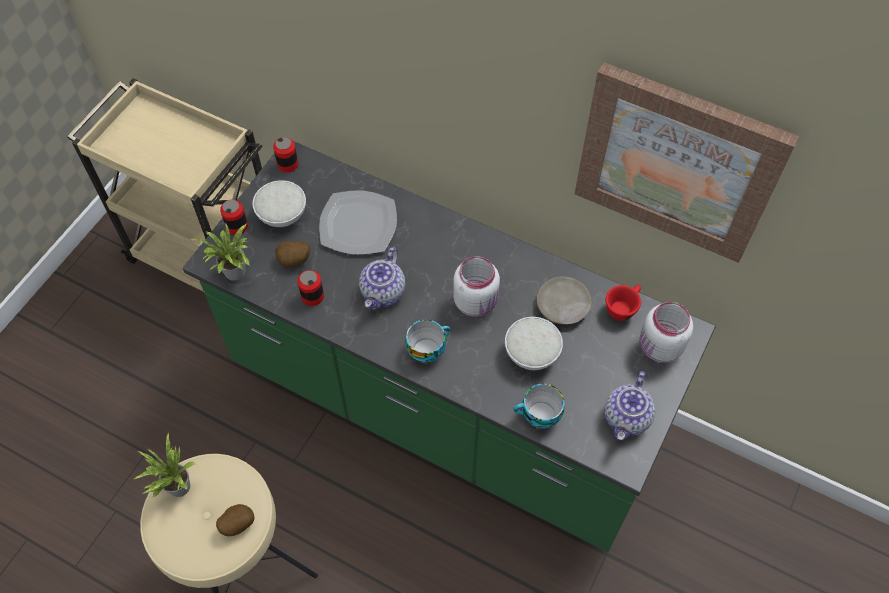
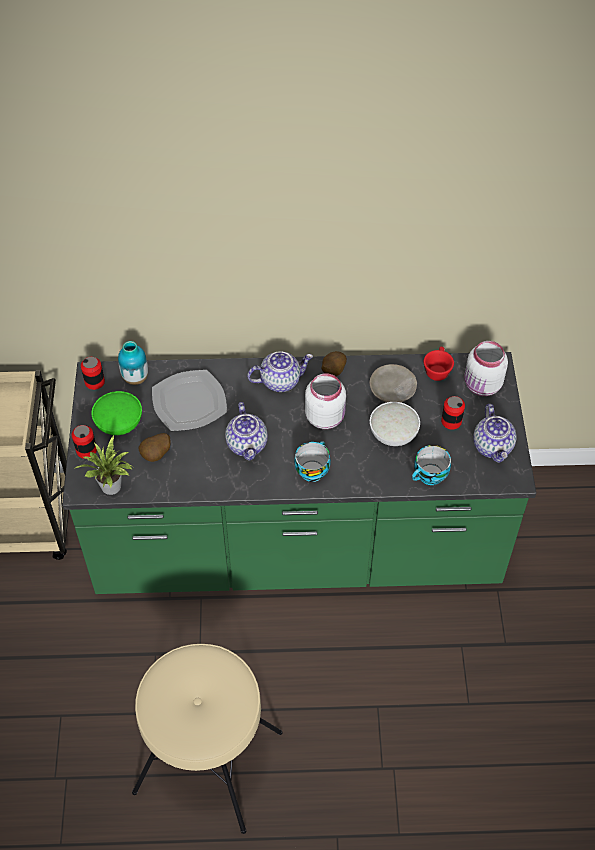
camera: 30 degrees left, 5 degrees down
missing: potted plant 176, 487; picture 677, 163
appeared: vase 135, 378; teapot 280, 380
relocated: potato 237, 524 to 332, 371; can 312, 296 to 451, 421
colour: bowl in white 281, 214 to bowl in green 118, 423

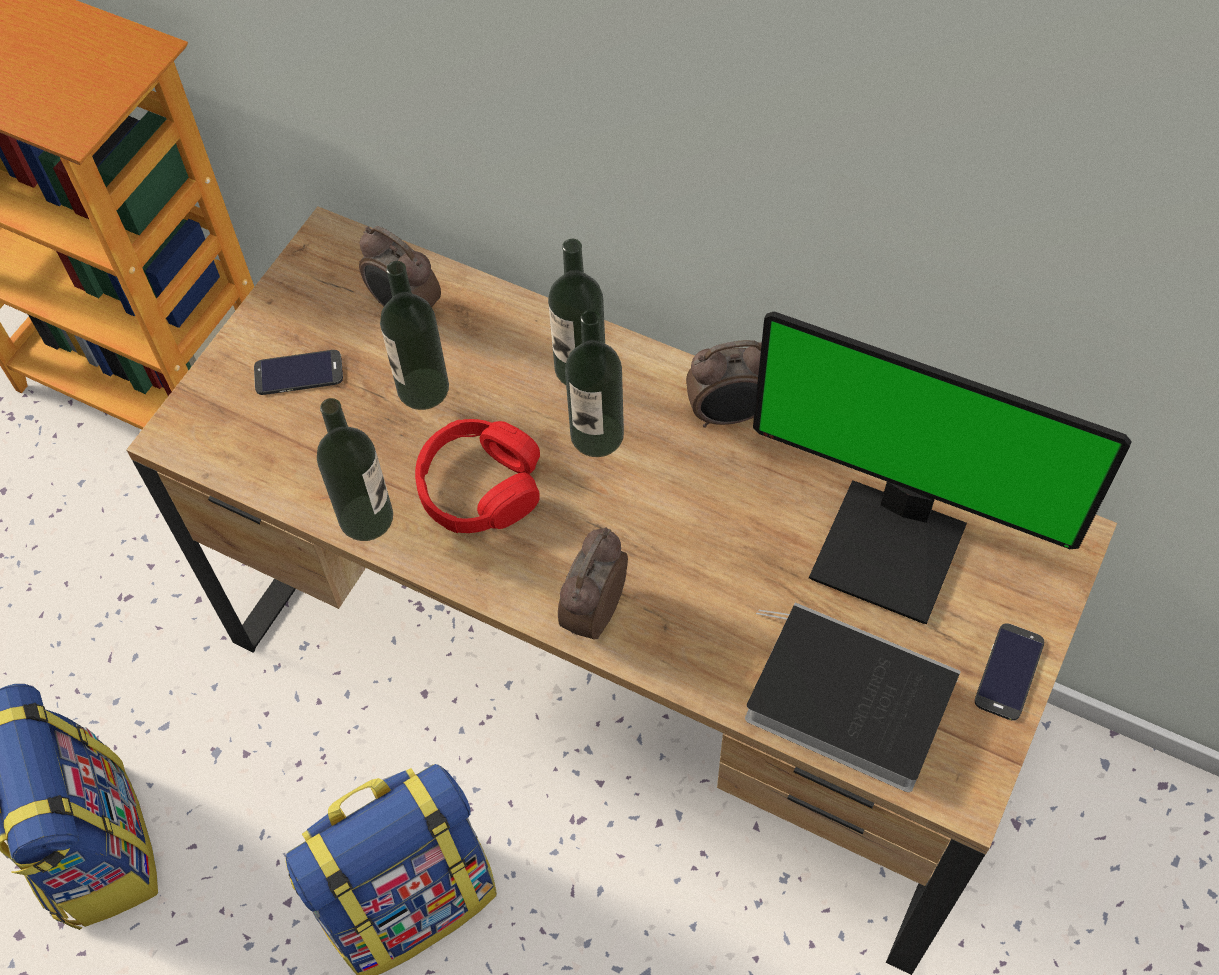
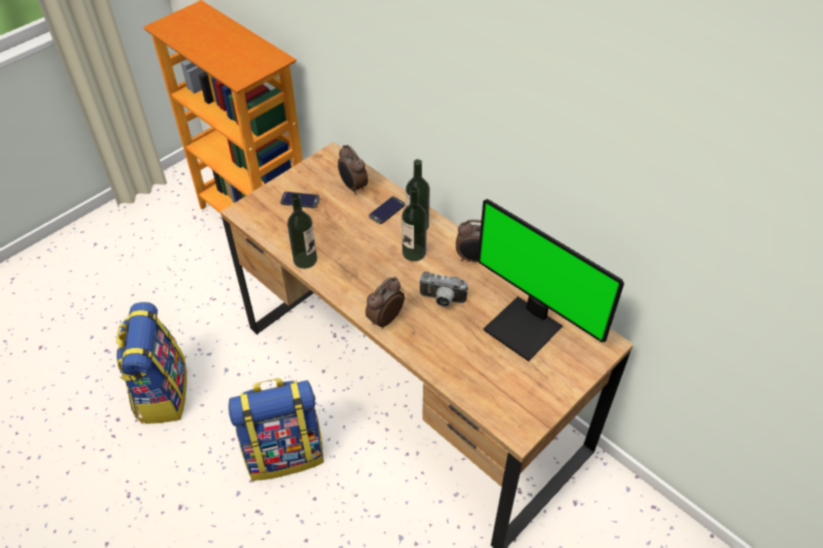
camera: 15 degrees right, 10 degrees down
missing: bottle 423, 389; headphones in red 480, 487; book 843, 700
appeared: photo camera 441, 300
relocated: phone 1009, 672 to 387, 210

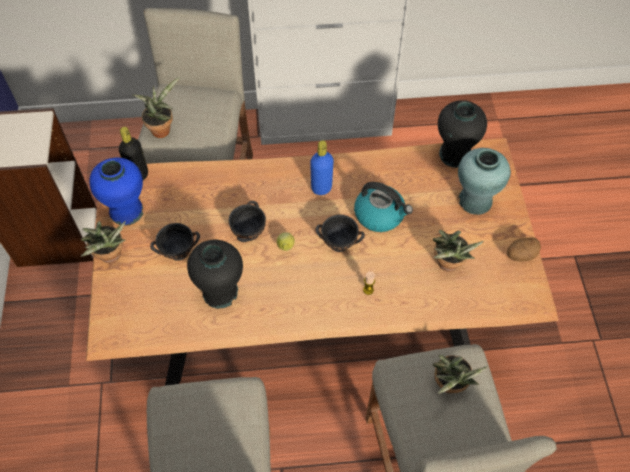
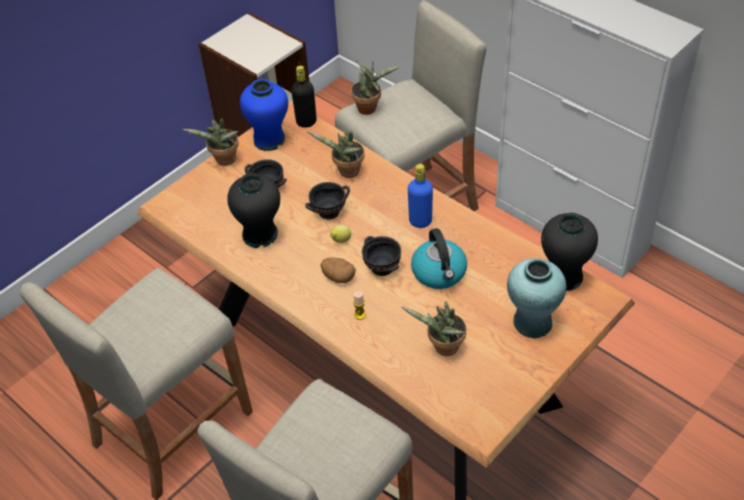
camera: 50 degrees right, 10 degrees down
relocated: potted plant 449, 387 to 346, 173; potato 520, 255 to 338, 277

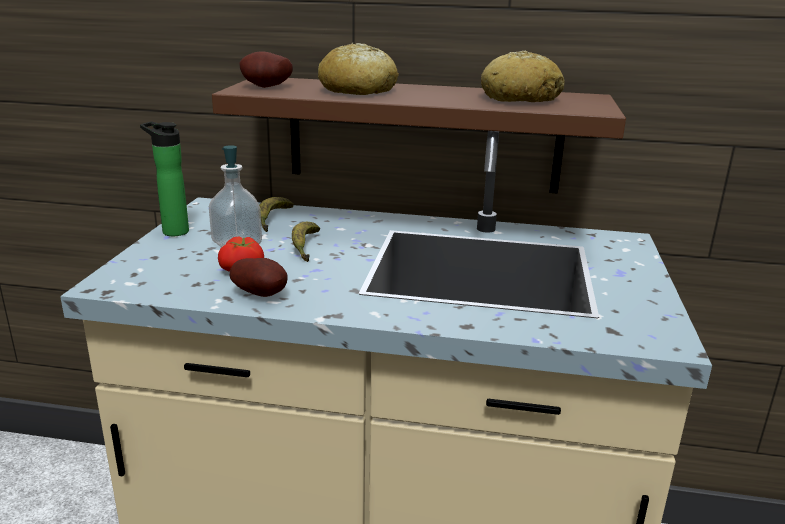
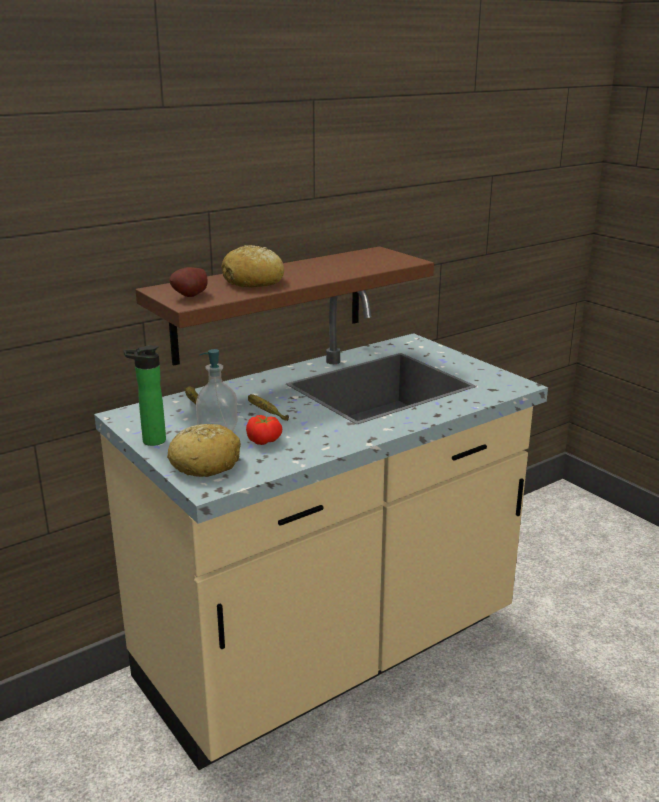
camera: 45 degrees left, 0 degrees up
missing: potato 262, 295
relocated: bread 520, 98 to 205, 464

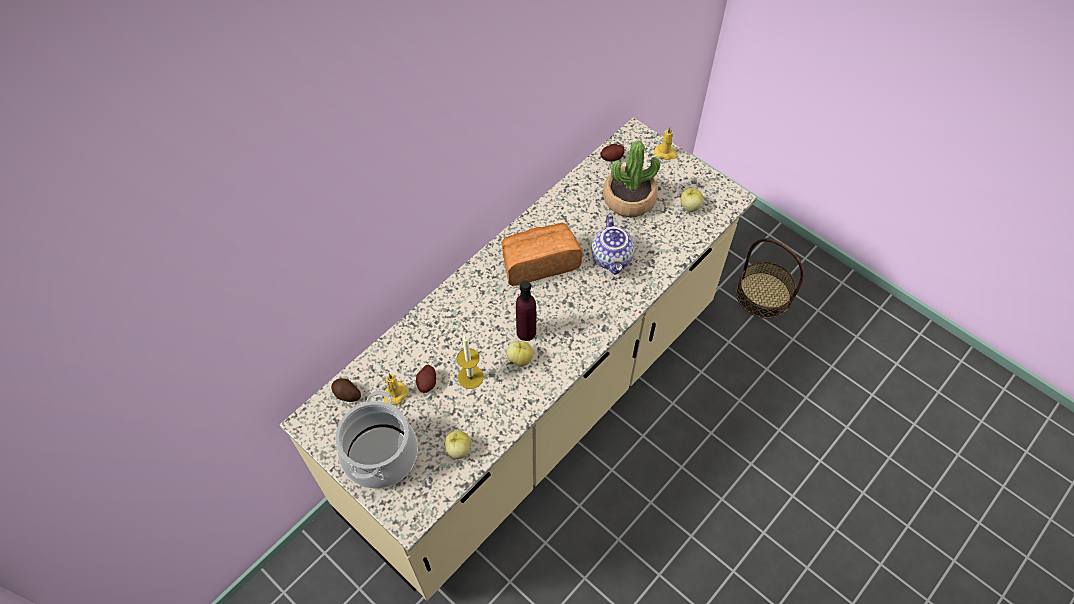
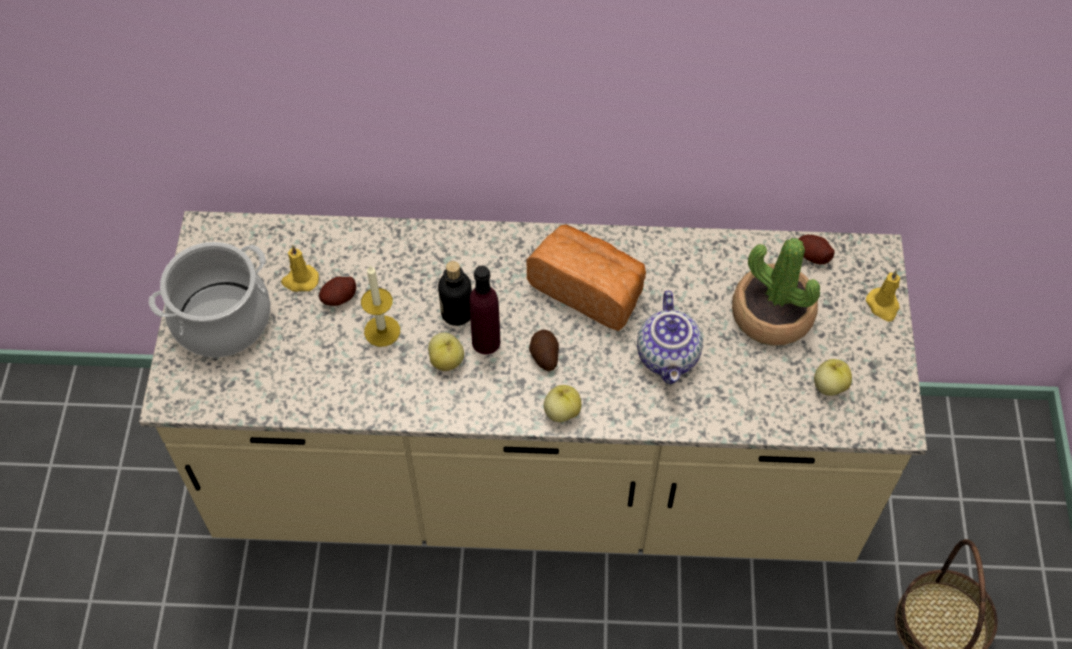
camera: 50 degrees right, 0 degrees up
appeared: bottle 457, 313
relocated: potato 346, 394 to 544, 355; apple 458, 449 to 561, 411
spun: teapot 613, 258 = 669, 357 45 degrees counterclockwise

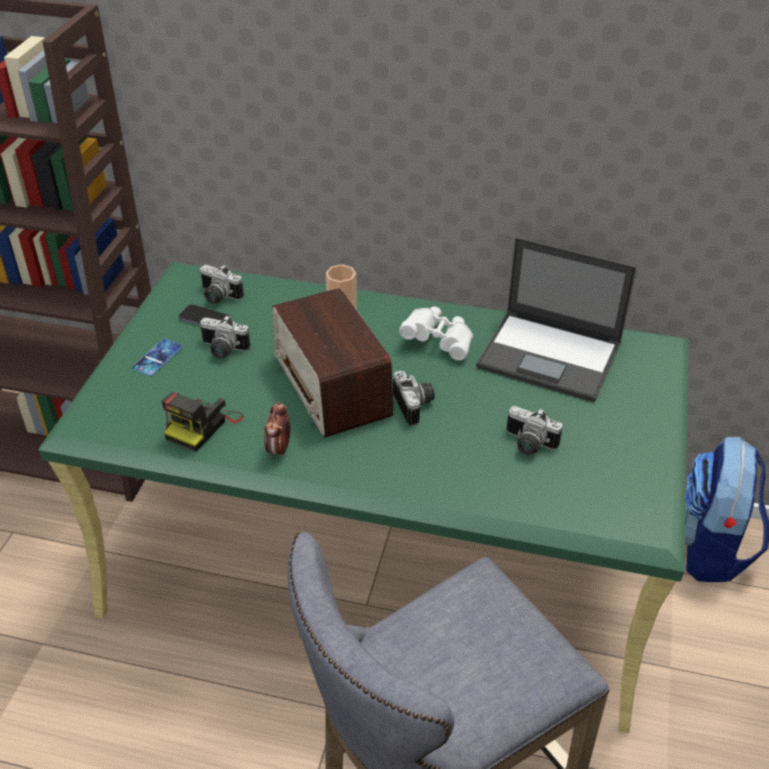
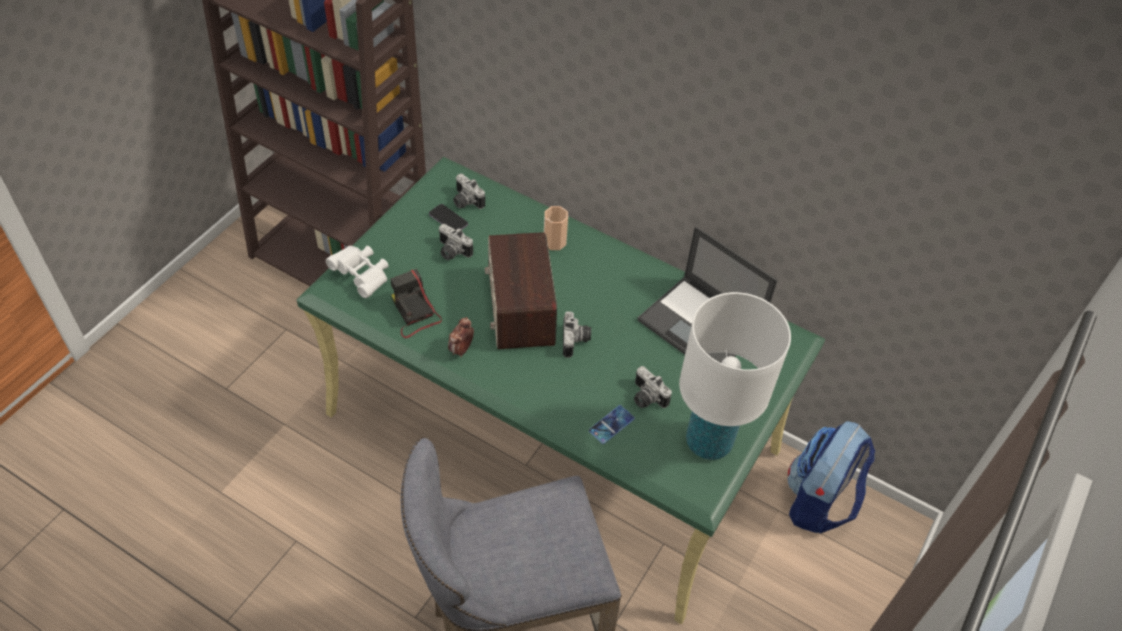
camera: 15 degrees right, 10 degrees up
appeared: table lamp in white 708, 442
relocated: phone 158, 357 to 611, 424; binoculars in white 439, 342 to 362, 276
spun: photo camera 203, 425 = 414, 314 105 degrees clockwise

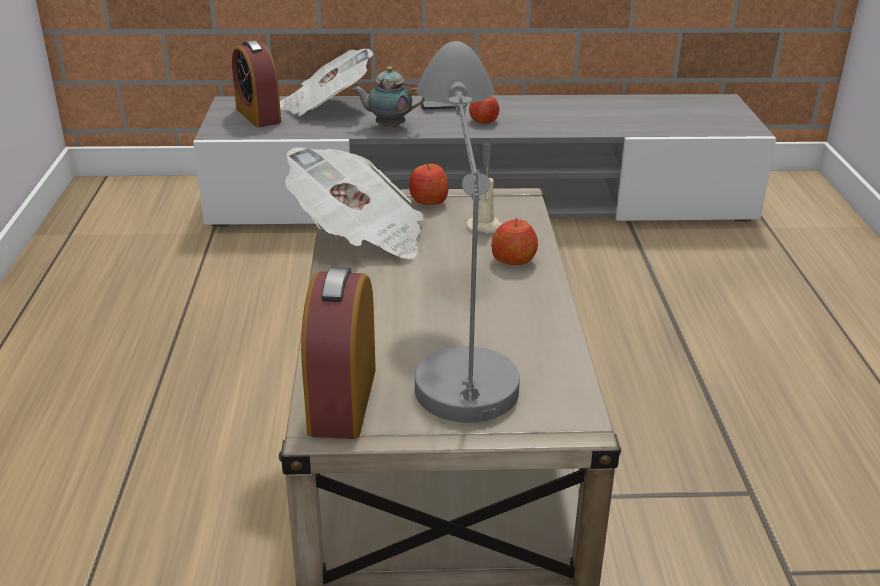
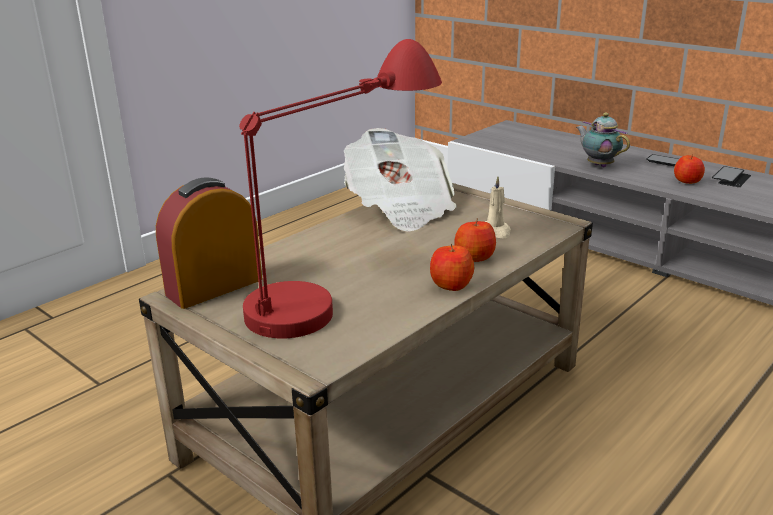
camera: 45 degrees right, 5 degrees down
missing: alarm clock 258, 115; newspaper 325, 106
appeared: phone 731, 178
relocated: apple 428, 201 to 451, 285
colour: table lamp in grey 459, 338 to table lamp in red 343, 285

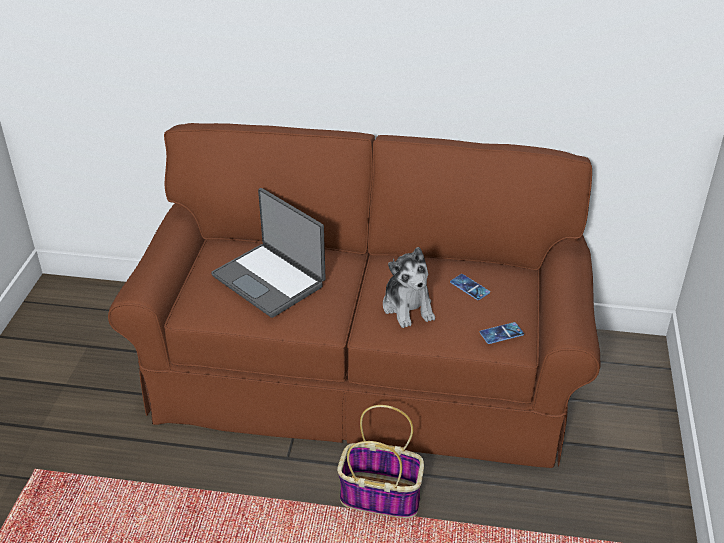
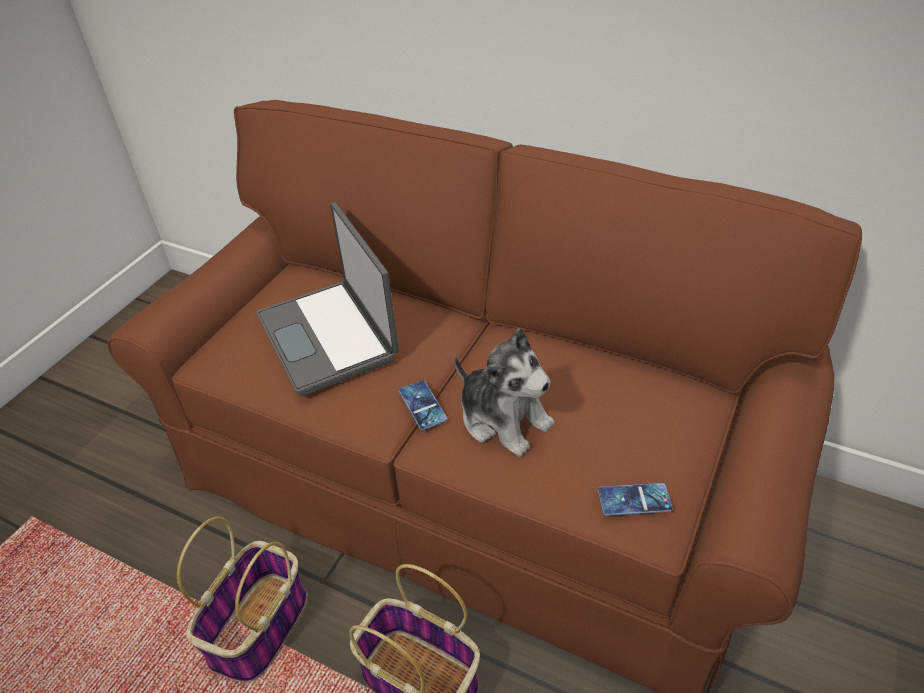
camera: 20 degrees right, 5 degrees up
appeared: basket 259, 629
relocated: phone 469, 287 to 422, 405
spun: plush toy 408, 307 = 504, 419 45 degrees counterclockwise

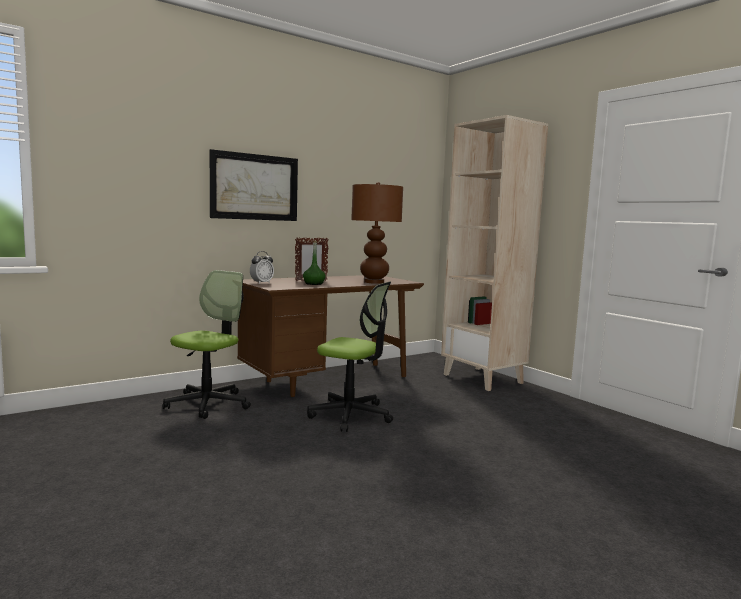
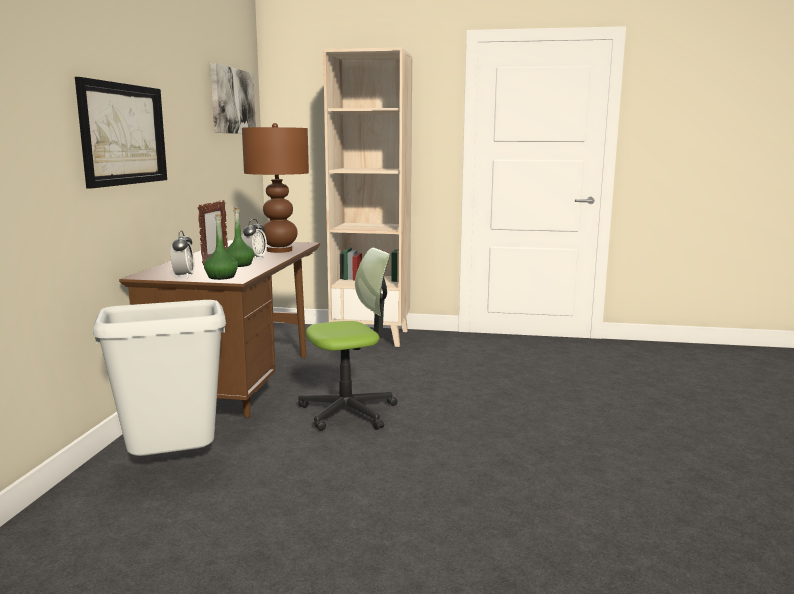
camera: 45 degrees left, 5 degrees up
appeared: bottle in green 221, 277; picture 232, 101; alarm clock 254, 258
exchanged: office chair 208, 404 to trash can in grey 174, 464

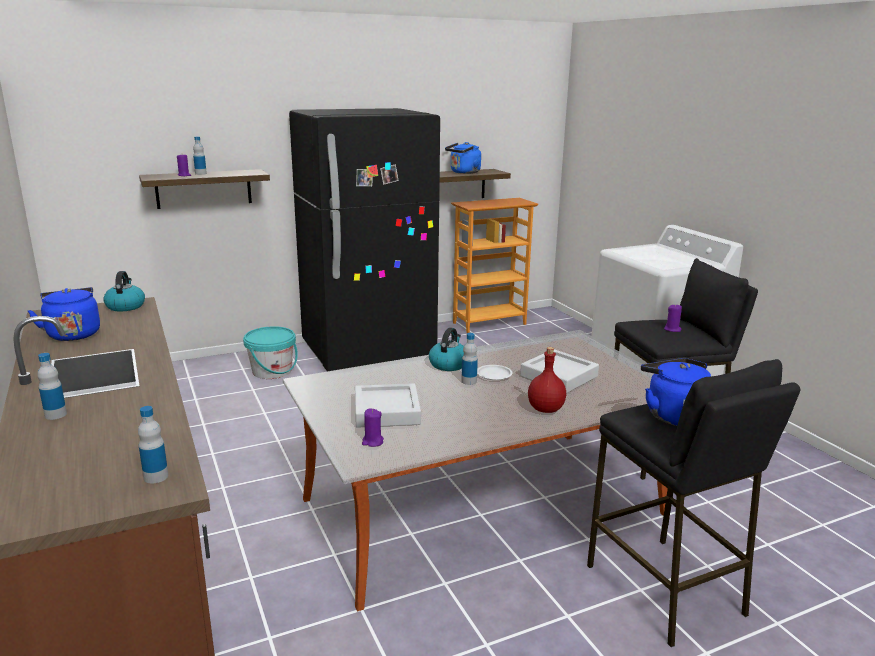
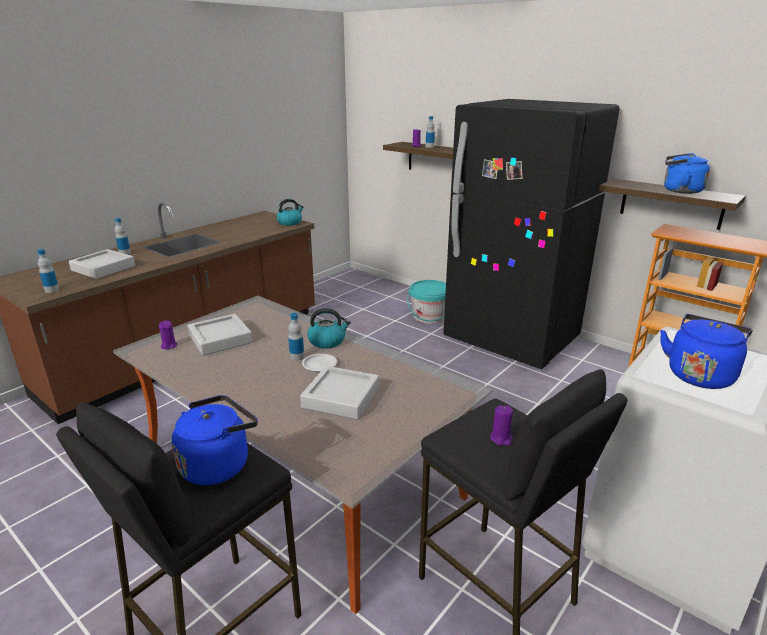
camera: 65 degrees right, 5 degrees up
missing: bottle in red 546, 409
appeared: tray in grey 103, 268
relocated: kettle in blue 73, 334 to 699, 374

